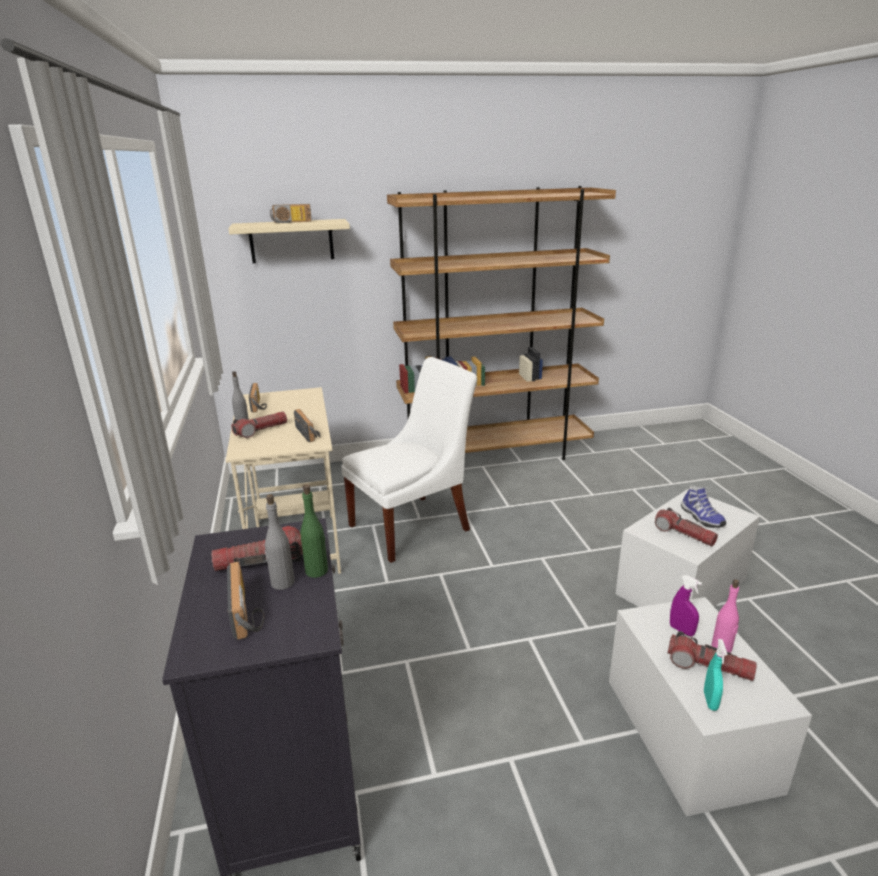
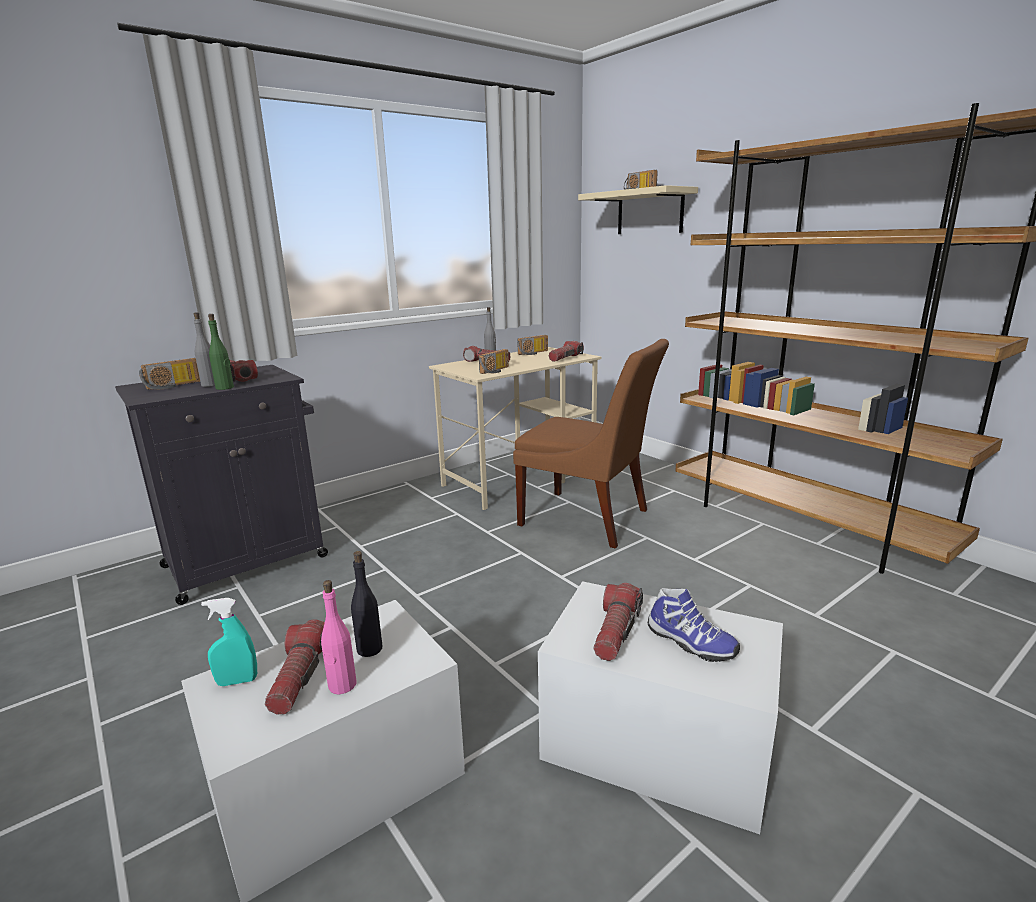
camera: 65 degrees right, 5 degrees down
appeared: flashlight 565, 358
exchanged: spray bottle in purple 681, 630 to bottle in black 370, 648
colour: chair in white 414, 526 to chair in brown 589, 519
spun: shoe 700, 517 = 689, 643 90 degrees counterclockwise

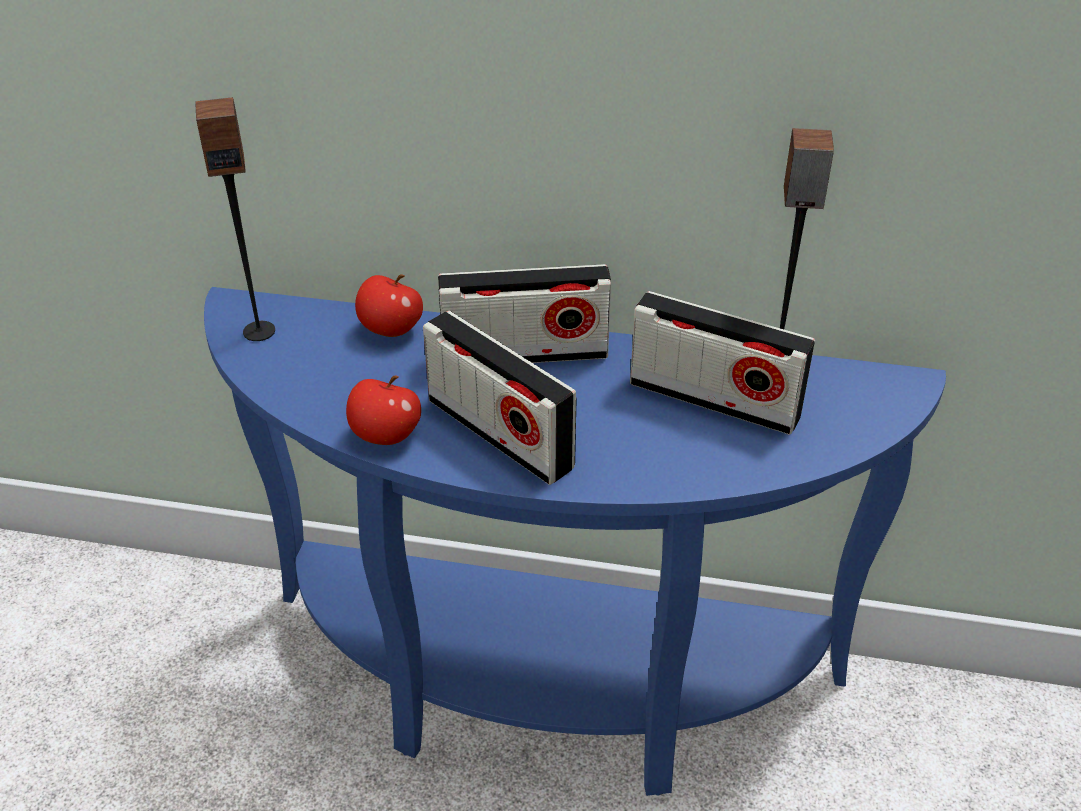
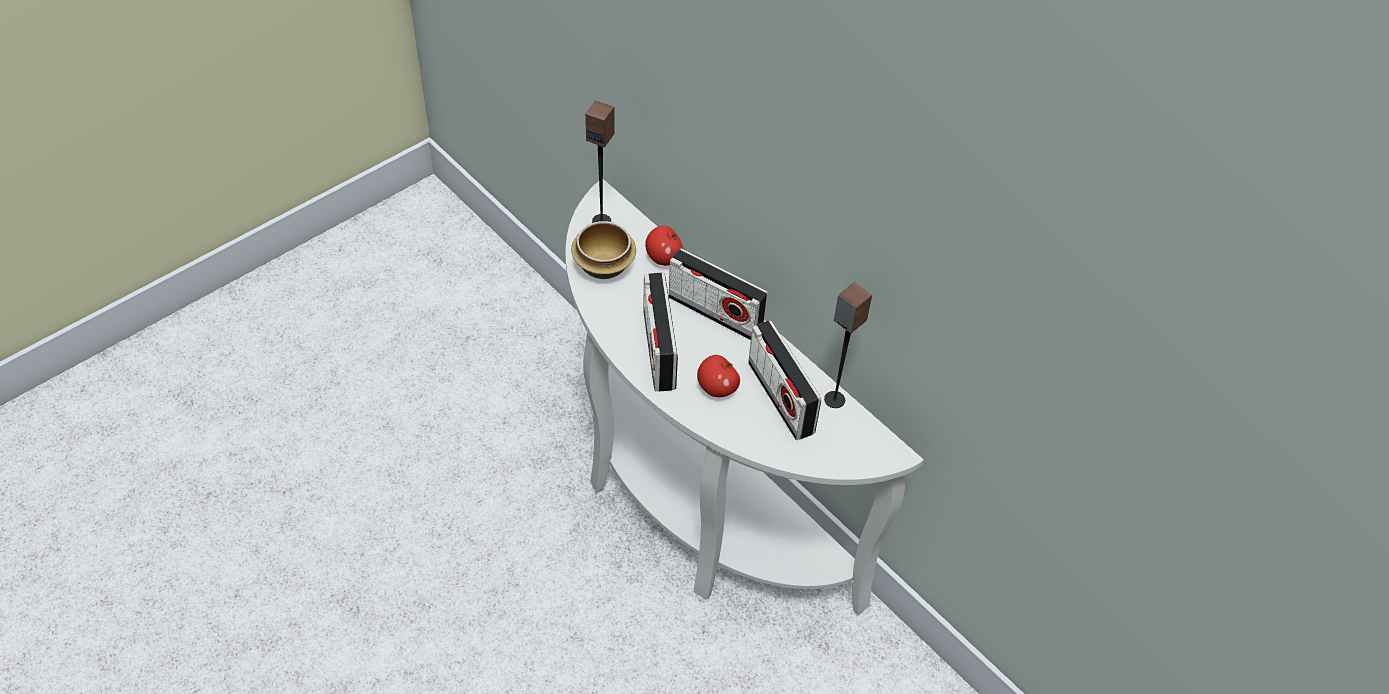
camera: 35 degrees right, 10 degrees up
appeared: bowl 604, 264
relocated: apple 385, 436 to 717, 388
colour: console table in blue 544, 691 to console table in white 691, 504

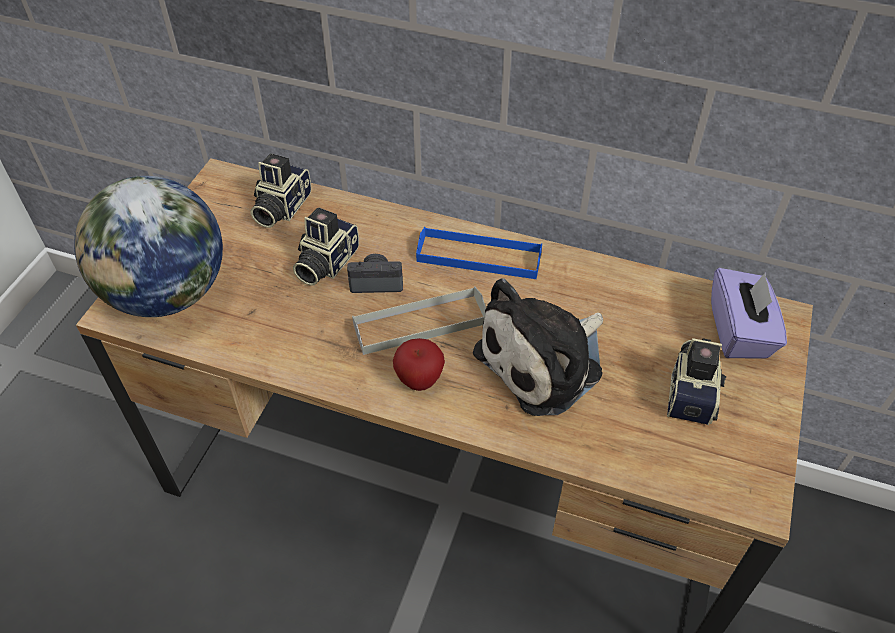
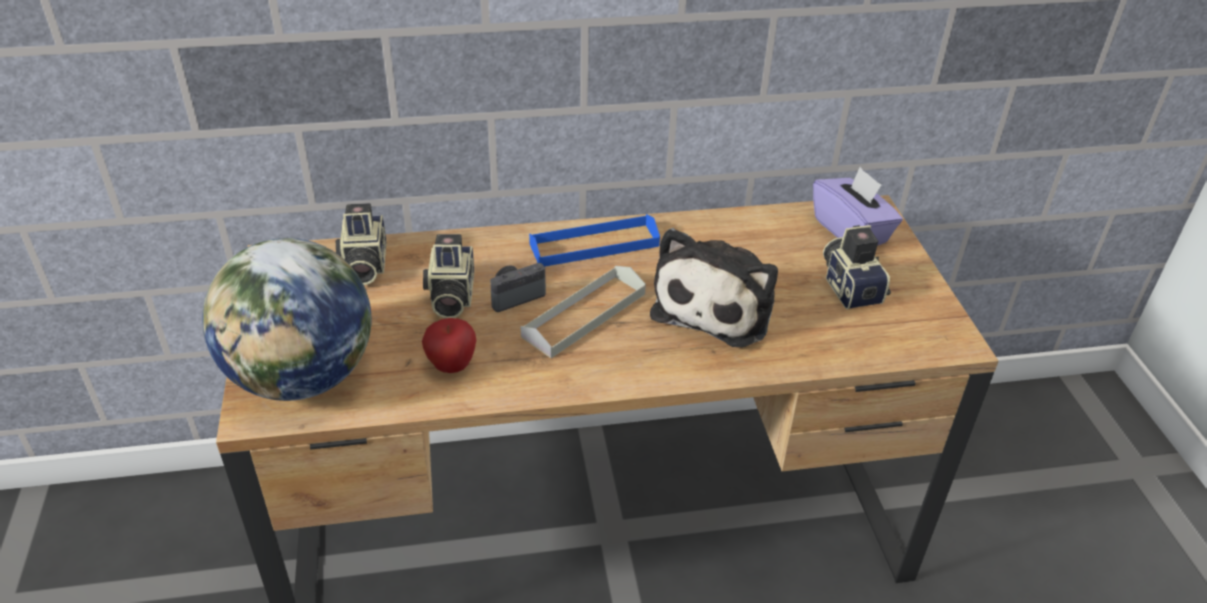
camera: 30 degrees left, 10 degrees down
relocated: apple 419, 380 to 451, 366

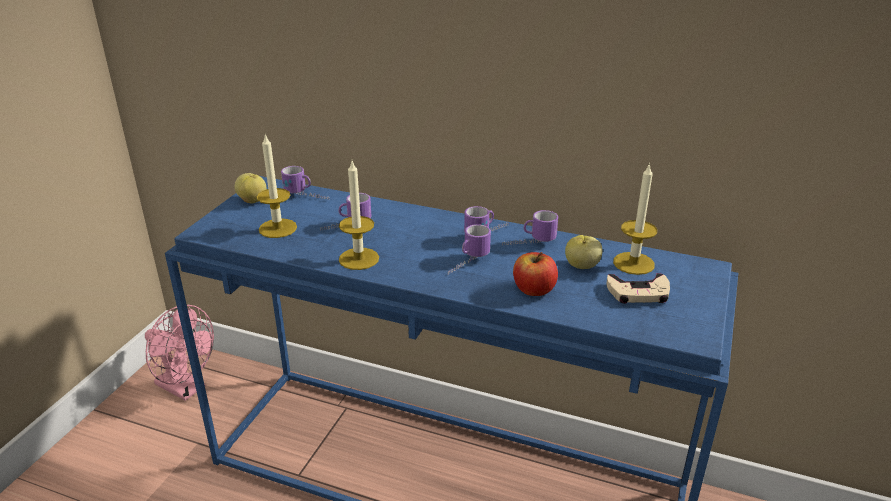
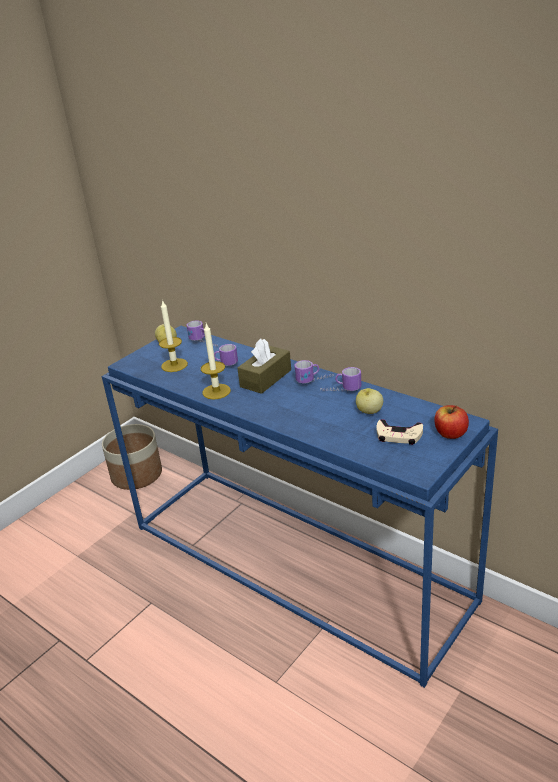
camera: 20 degrees right, 0 degrees up
missing: mug 466, 263; candle 633, 263
appeared: tissue box in brown 266, 378
relocated: apple 534, 290 to 450, 434
exchanged: fan in pink 186, 388 to planter 137, 474

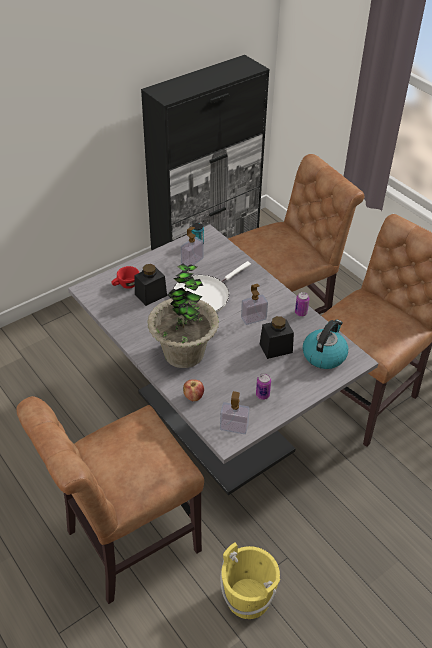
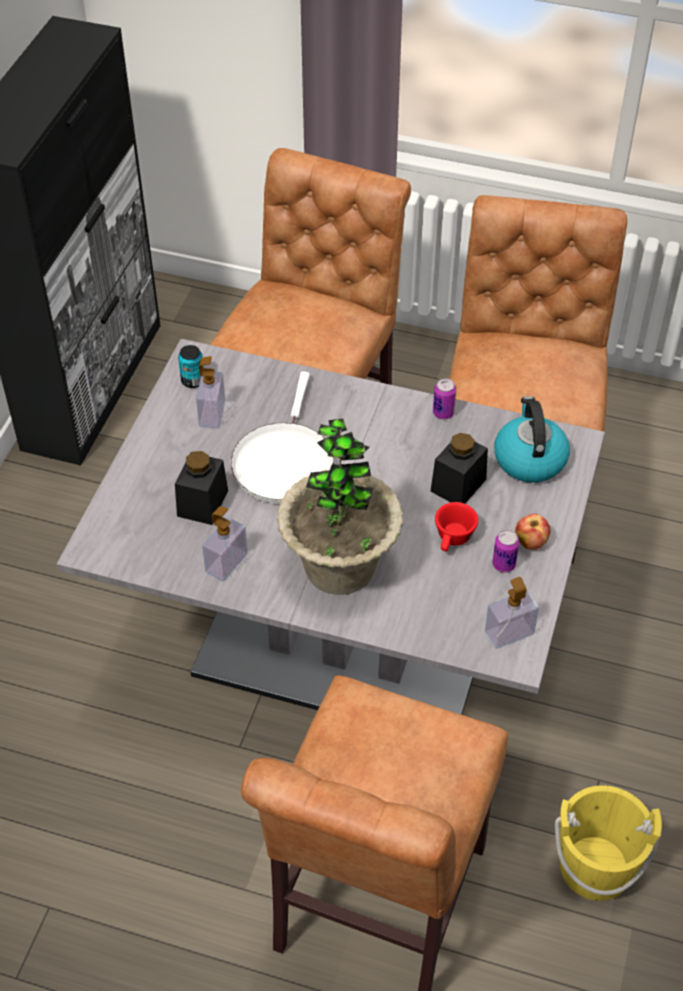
camera: 35 degrees left, 5 degrees up
relocated: cup in red 126, 285 to 453, 540; apple 193, 397 to 530, 543; soap dispenser 253, 318 to 226, 563

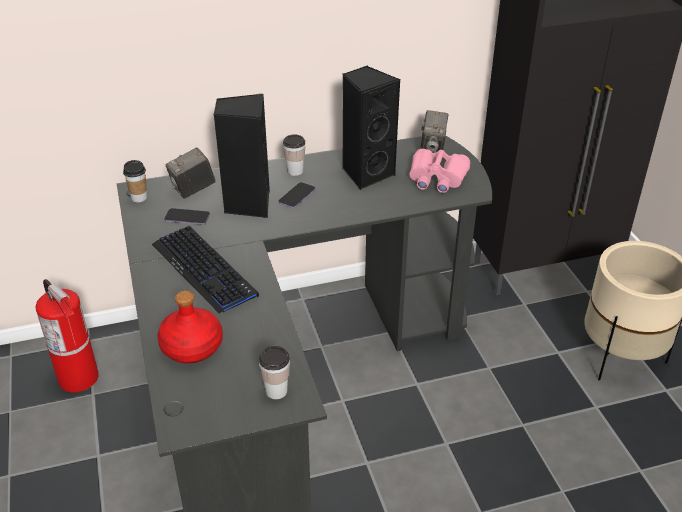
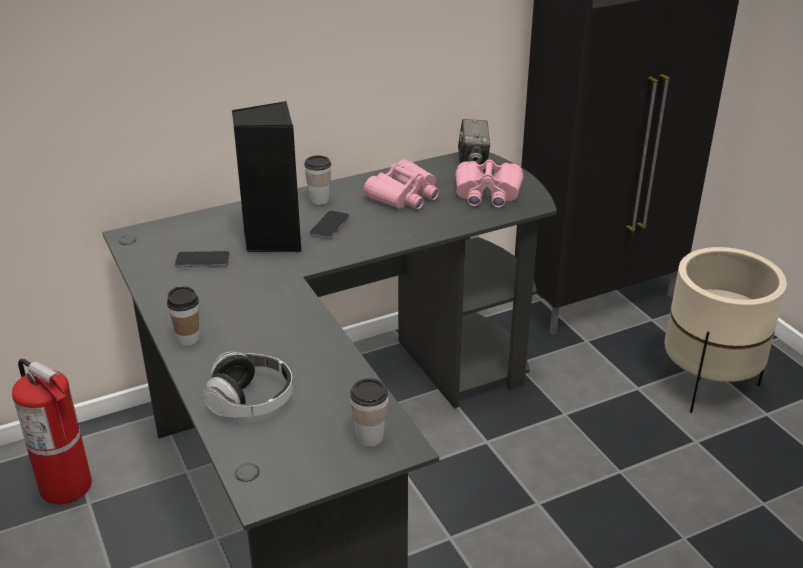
camera: 10 degrees left, 5 degrees down
missing: keyboard 204, 270; photo camera 193, 190
relocated: cup 139, 198 to 188, 339
exchanged: bottle in red 192, 347 to headphones 251, 401; speaker in black 366, 173 to binoculars in pink 404, 195

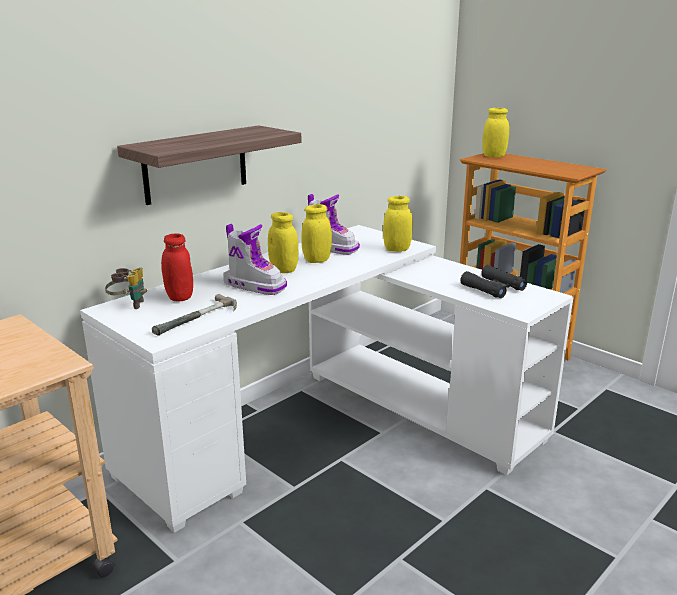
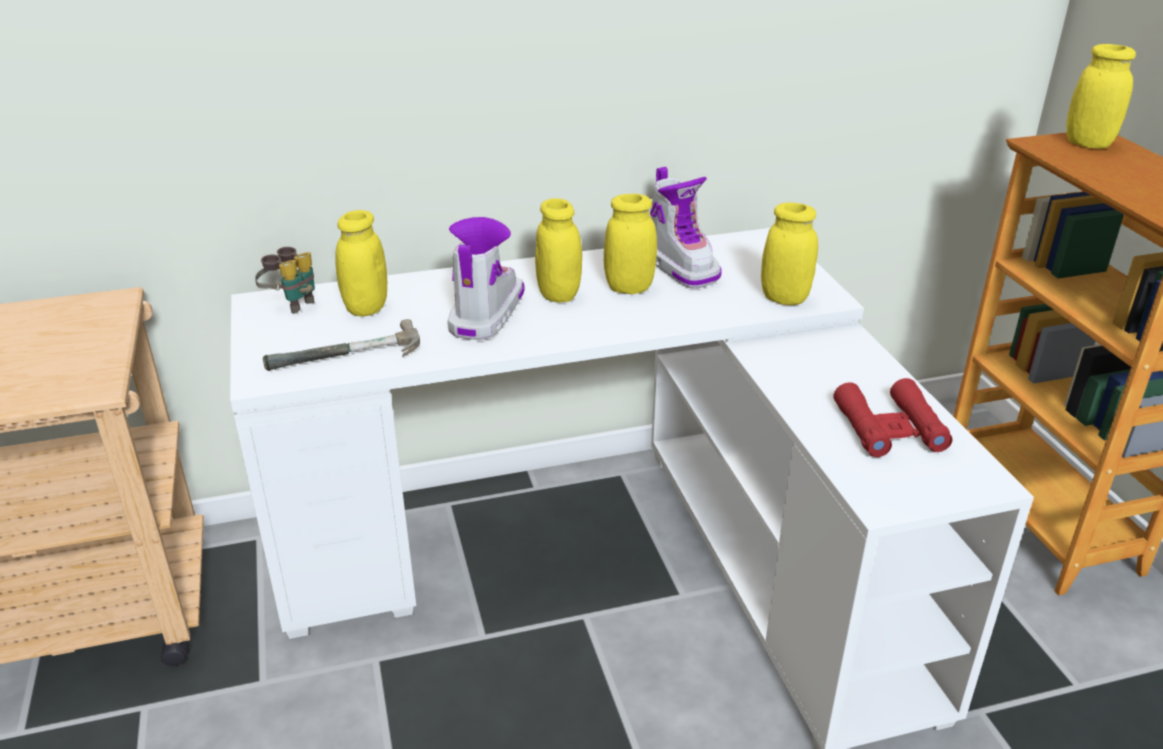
camera: 30 degrees right, 10 degrees up
missing: shelf 195, 164
colour: jar in red 179, 297 to jar in yellow 366, 308; binoculars in black 493, 288 to binoculars in red 889, 428
spun: boot 255, 285 = 486, 314 135 degrees counterclockwise

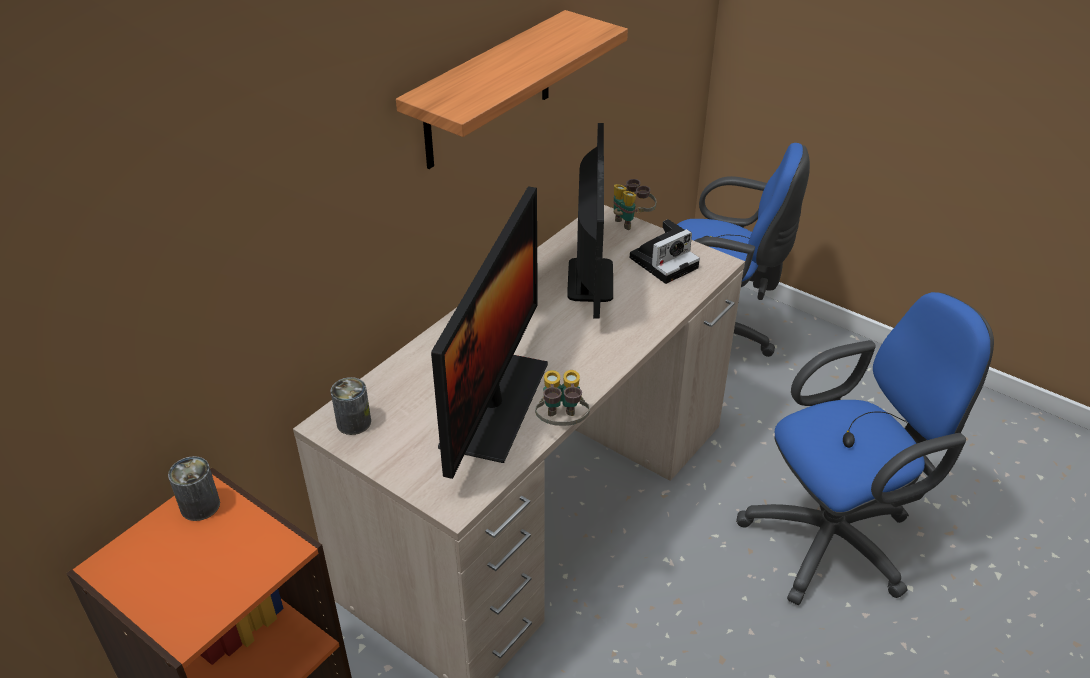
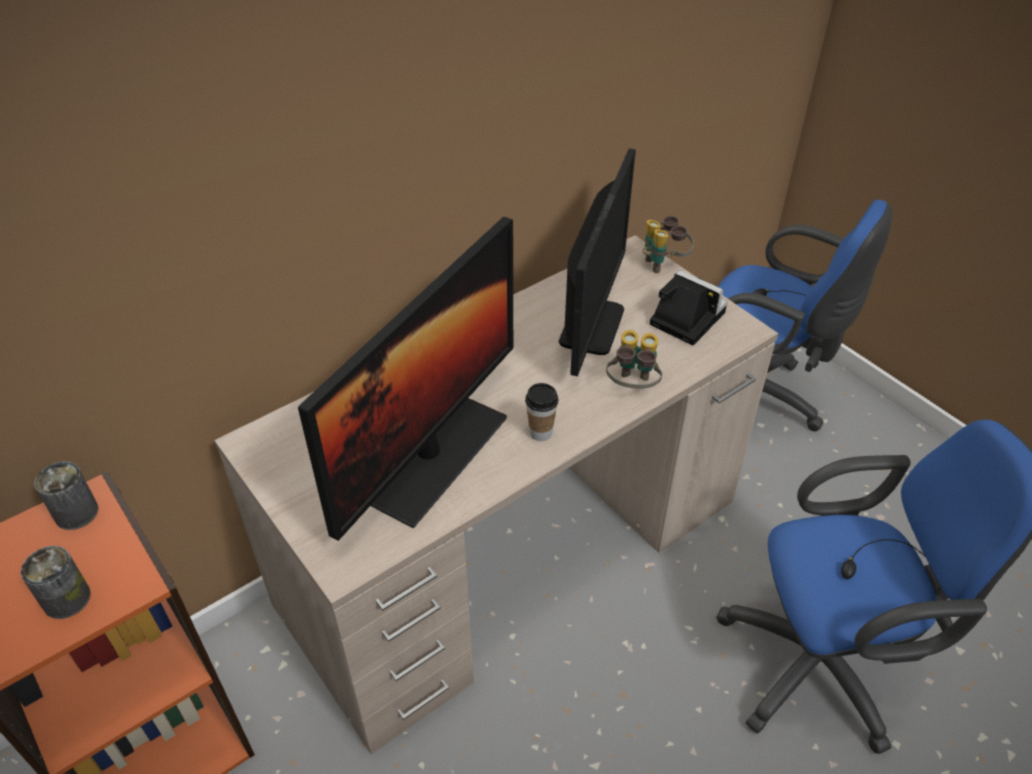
camera: 15 degrees right, 5 degrees up
missing: shelf 488, 91
appeared: cup 540, 433
relocated: can 354, 422 to 67, 599; binoculars 561, 424 to 632, 387
spun: photo camera 665, 261 = 684, 318 120 degrees counterclockwise

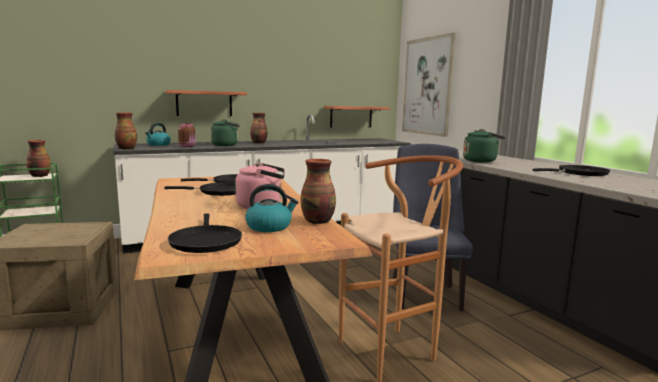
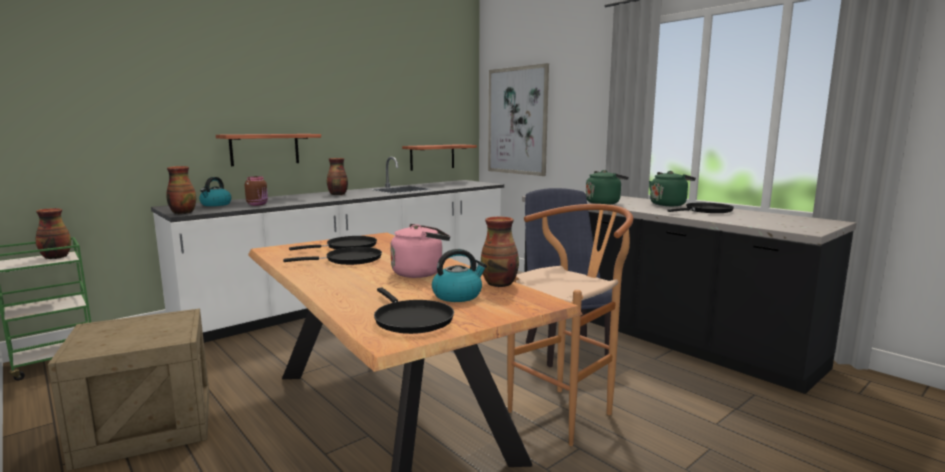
camera: 15 degrees left, 0 degrees up
relocated: kettle in green 226, 145 to 669, 204

